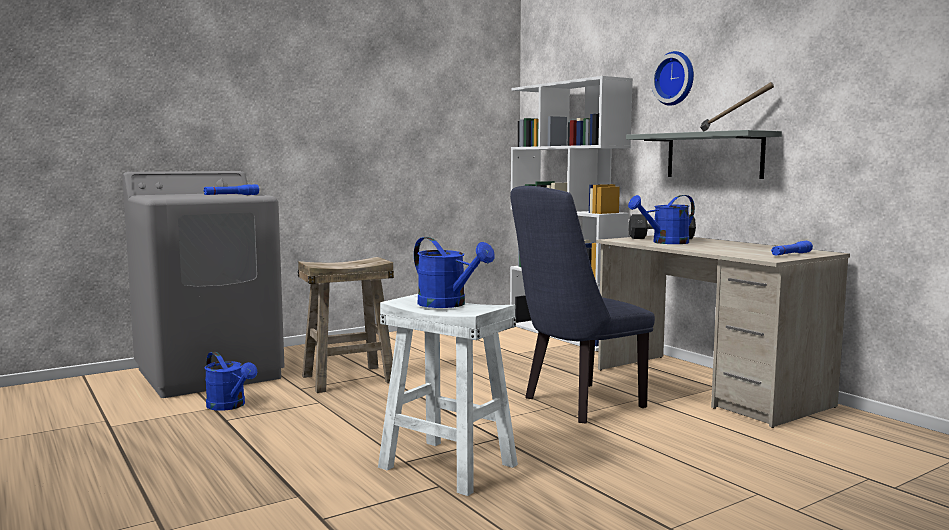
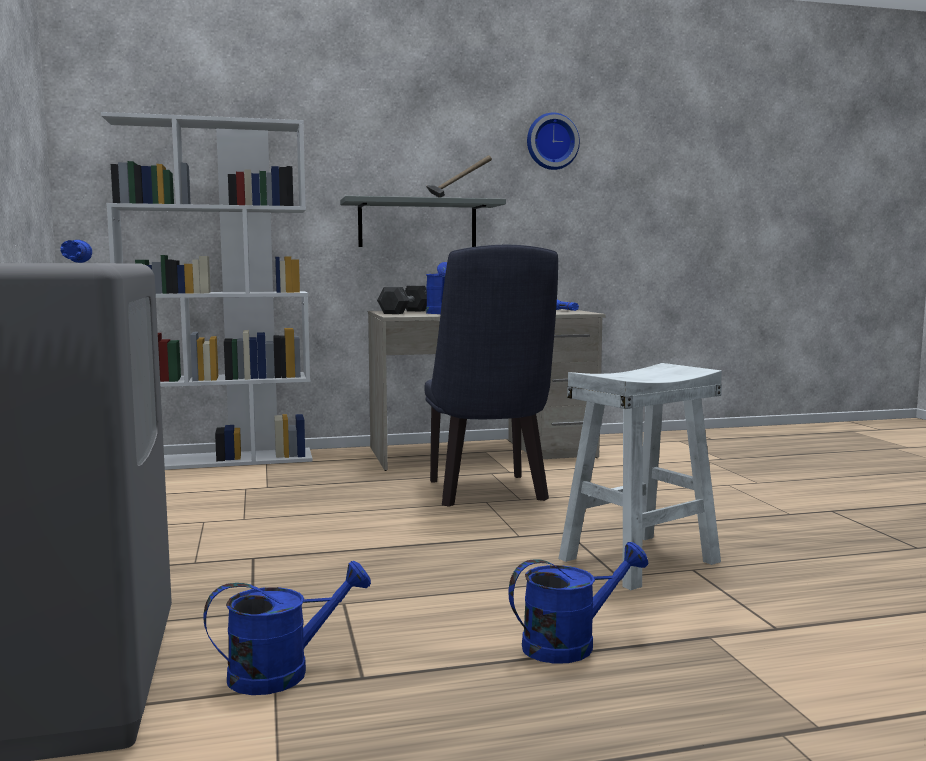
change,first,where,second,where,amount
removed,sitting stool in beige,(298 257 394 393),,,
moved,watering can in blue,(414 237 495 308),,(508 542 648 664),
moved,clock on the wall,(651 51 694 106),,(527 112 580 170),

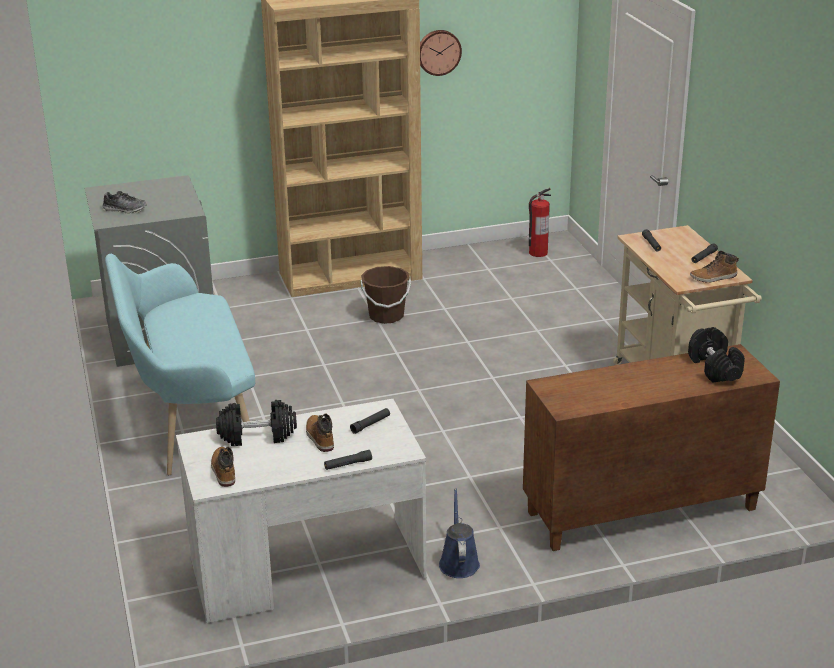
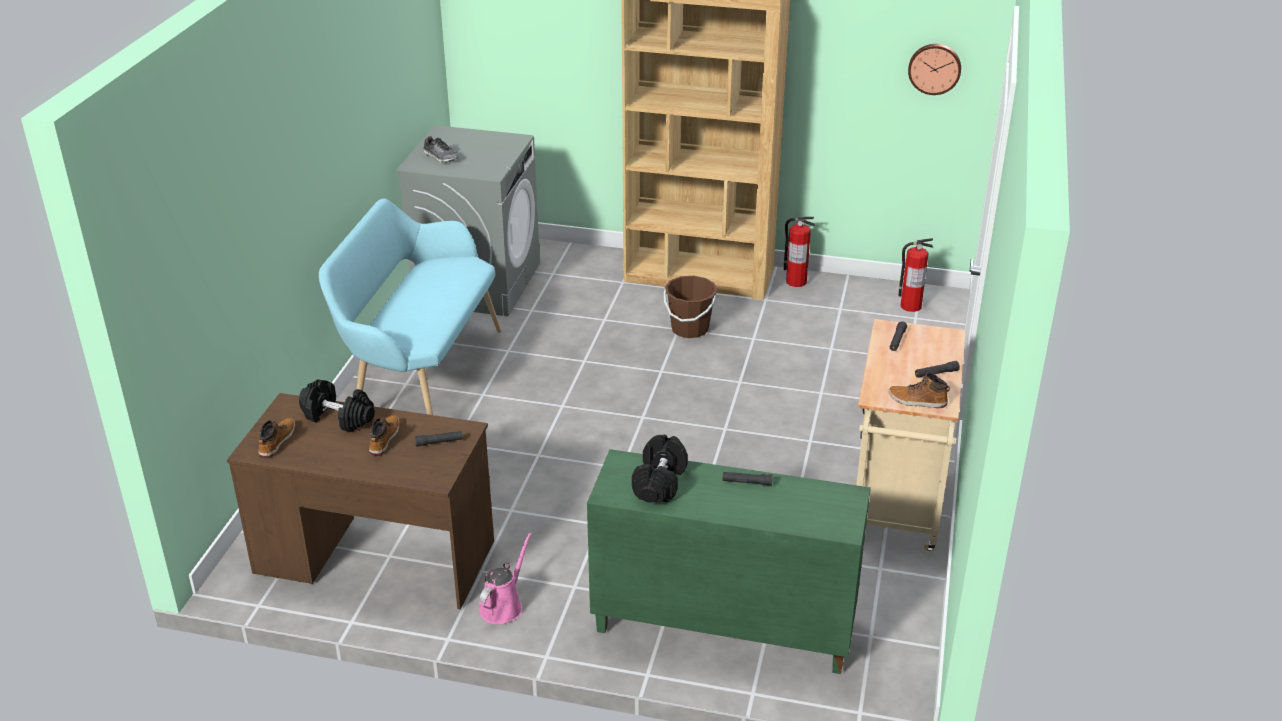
change,first,where,second,where,amount
added,,,fire extinguisher,(784 217 815 287),
moved,flashlight in black-coloured,(324 450 372 470),,(722 472 773 486),
moved,clock on the wall,(420 30 462 76),,(908 44 961 95),
moved,hand weight in black-coloured,(688 327 745 383),,(632 435 688 503),
recoloured,desk unit in white-coloured,(176 399 427 623),desk unit in brown-coloured,(227 393 494 610),
recoloured,watering can in blue,(439 488 480 578),watering can in pink,(479 533 532 624),
recoloured,storage cabinet in brown-coloured,(523 344 780 551),storage cabinet in greenish,(587 449 871 674),

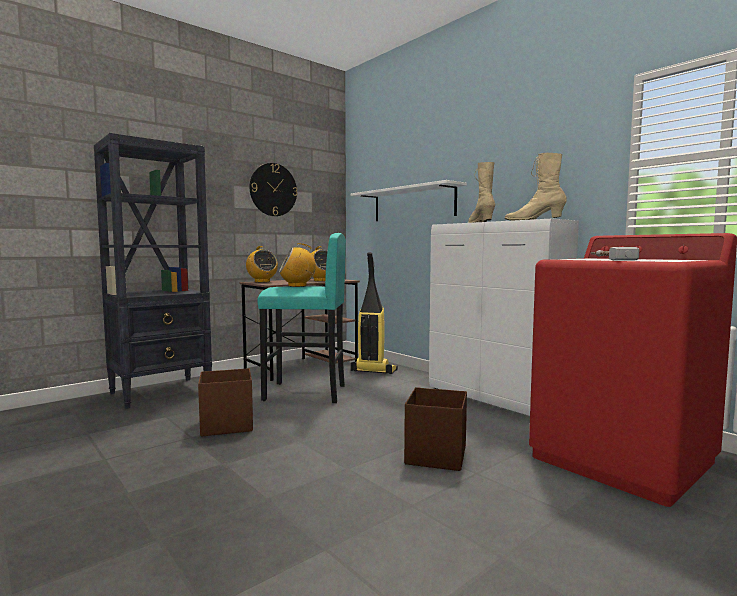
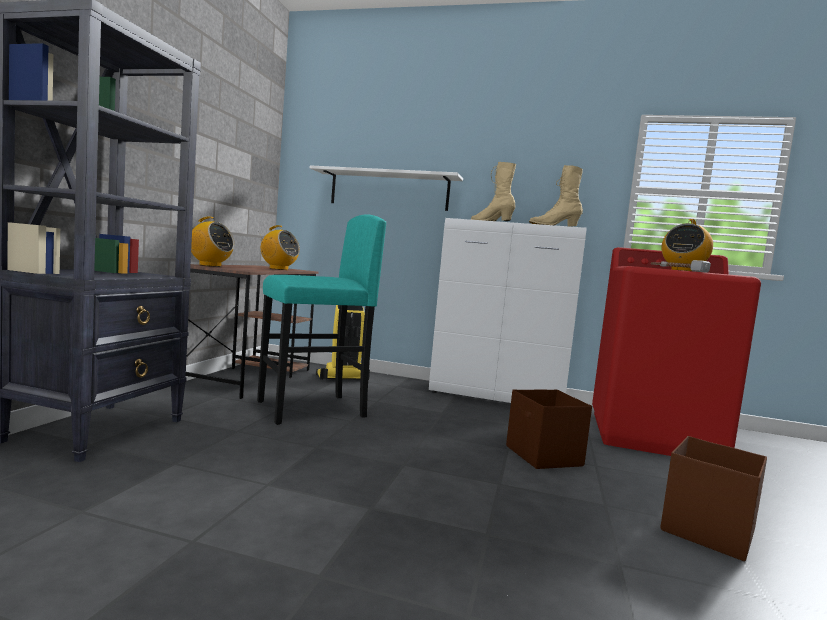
change,first,where,second,where,amount
removed,clock on the wall,(250 163 298 216),,,
moved,storage bin in brown-coloured,(198 368 253 437),,(660 436 767 561),
moved,radio,(279 243 316 287),,(661 219 713 272),

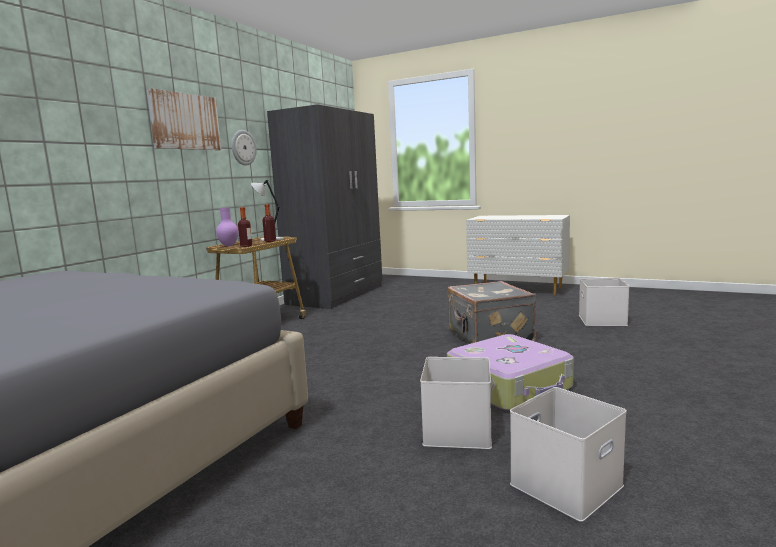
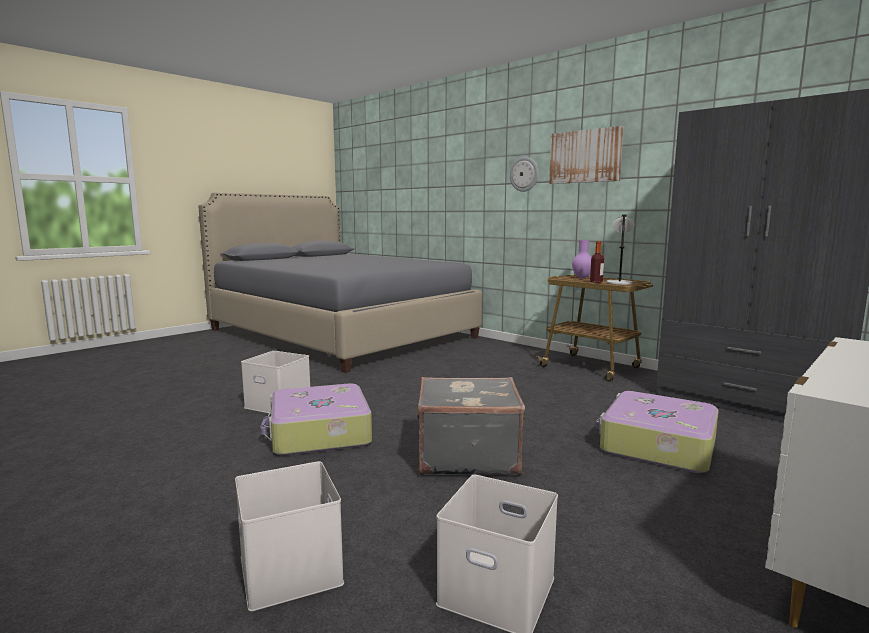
change,first,where,second,where,amount
removed,bottle,(238 207 252 247),,,
added,,,piece of luggage,(596 391 719 473),
moved,clock on the wall,(232 130 257 166),,(510 157 539 192),
moved,storage bin in white-coloured,(510 387 627 522),,(235 461 344 611),

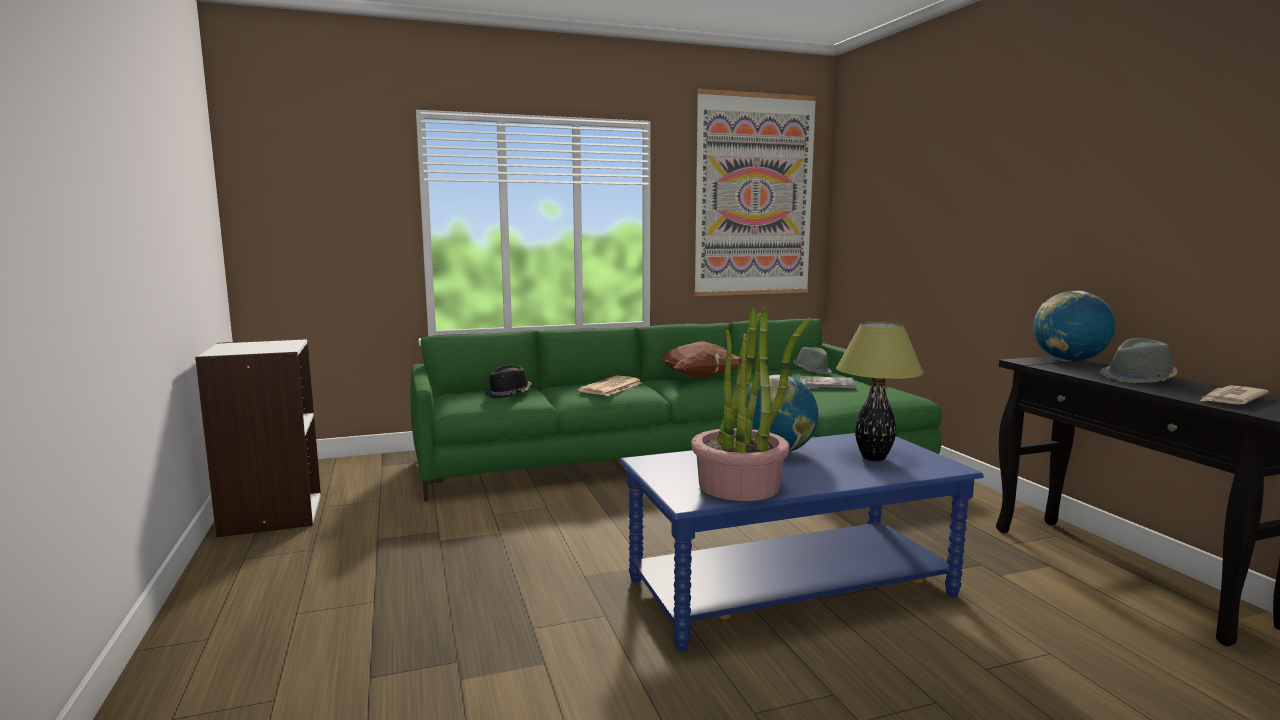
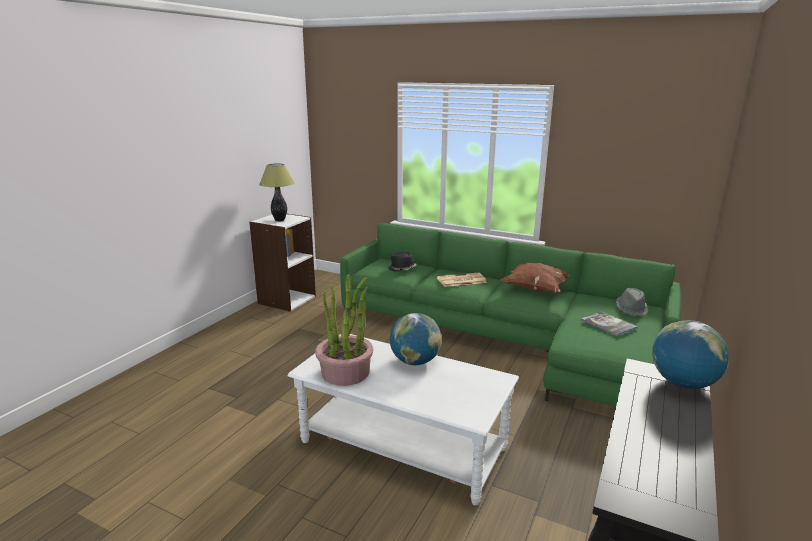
change,first,where,second,where,amount
removed,picture,(694 89 817 296),,,
removed,hat in grey,(1100 338 1178 383),,,
removed,printed paper,(1199 386 1269 405),,,
moved,tabletop lamp,(836 322 924 461),,(259 163 294 221),
recoloured,low table in blue,(619 433 984 651),low table in white-coloured,(288 334 519 506),

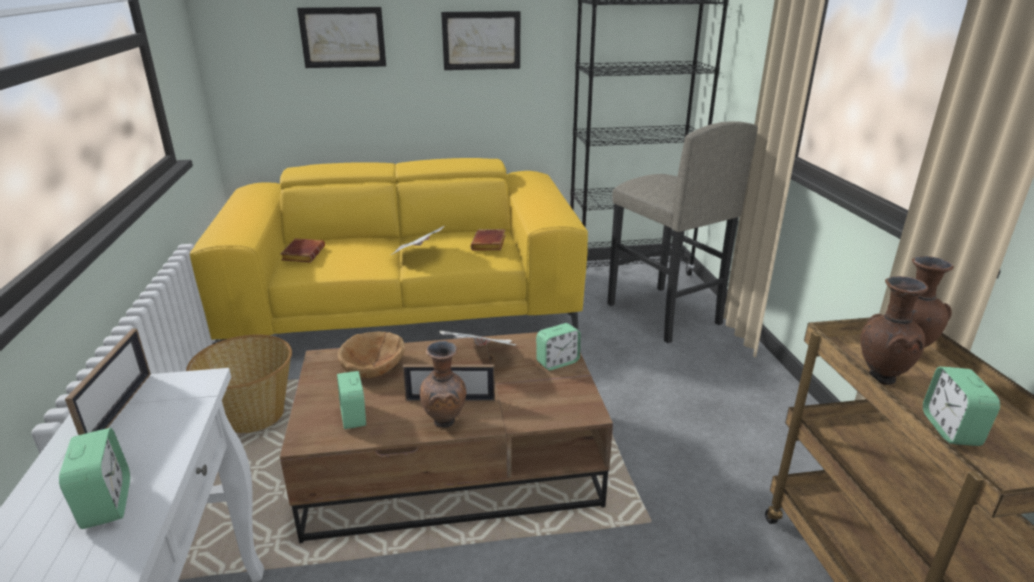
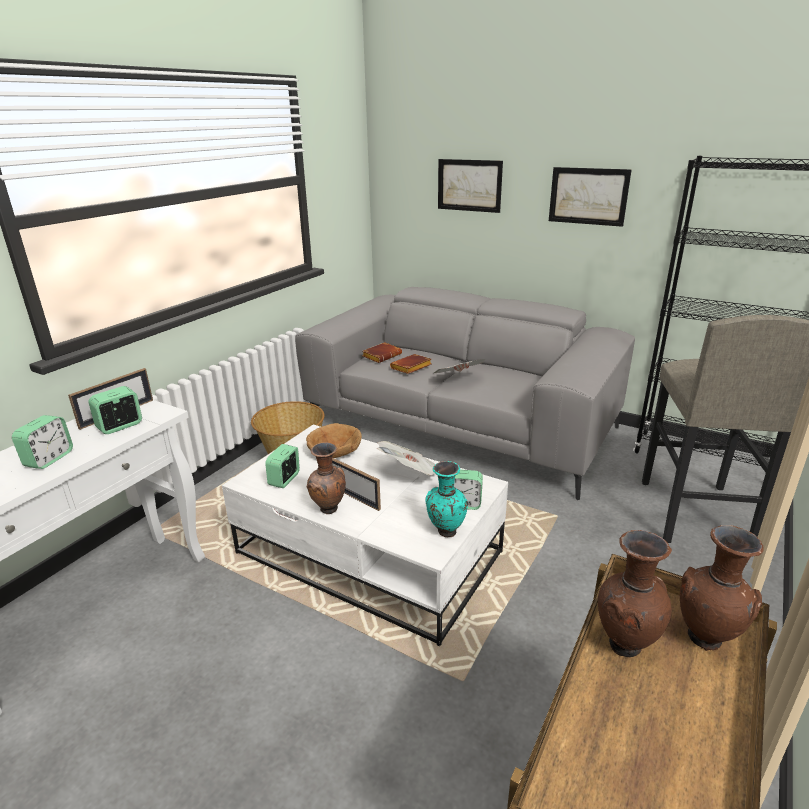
change,first,where,second,where,amount
added,,,vase in turquoise-coloured,(425 461 468 537),
moved,bound book in brown-coloured,(470 229 506 251),,(390 354 432 374),
moved,alarm clock,(923 367 1000 446),,(88 386 142 434),
recoloured,settee in yellow-coloured,(190 158 588 342),settee in grey,(295 287 635 500),
recoloured,low table in brown-coloured,(280 332 613 543),low table in white-coloured,(222 425 508 647),

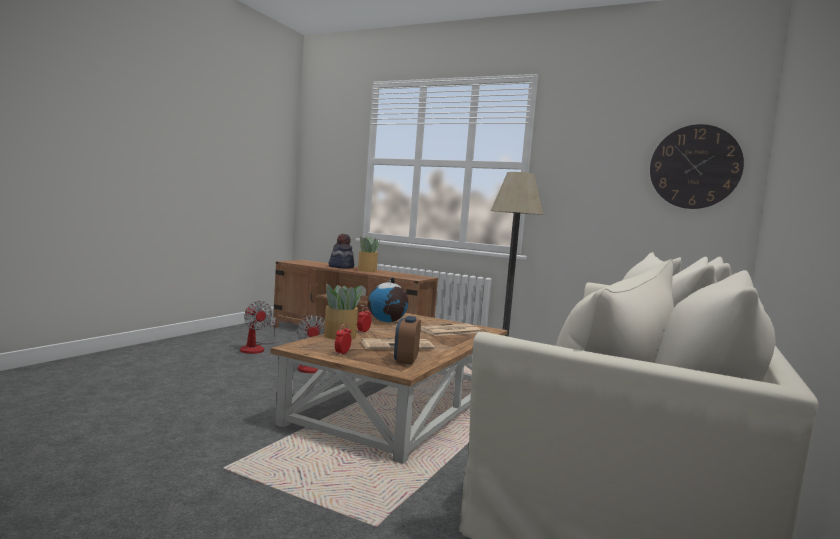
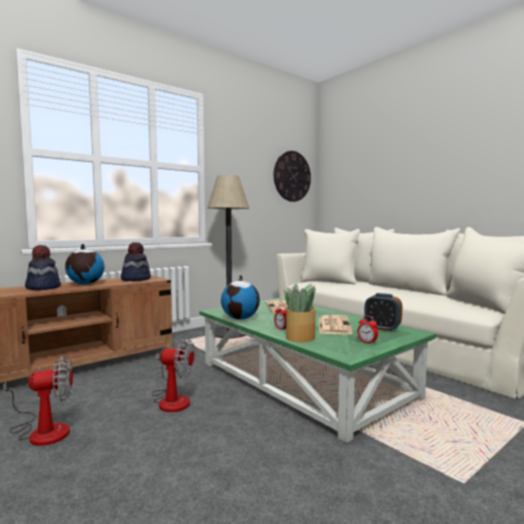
change,first,where,second,where,amount
added,,,hat,(121 242 151 281),
replaced,plant in a pot,(358 236 380 272),world globe,(65 244 105 284),
recoloured,low table in brown-coloured,(270 313 507 464),low table in greenish,(199 298 436 443),

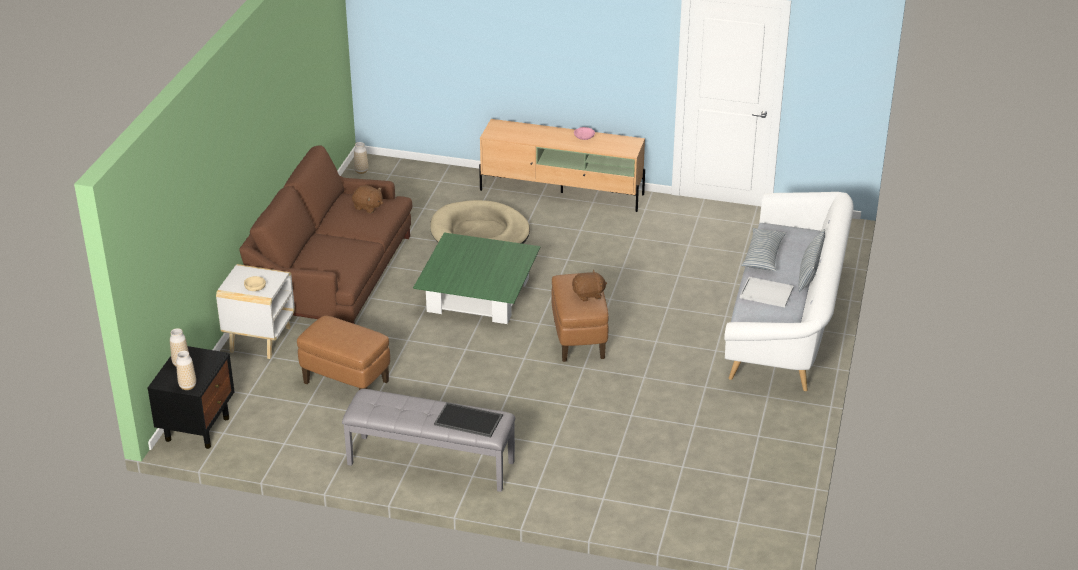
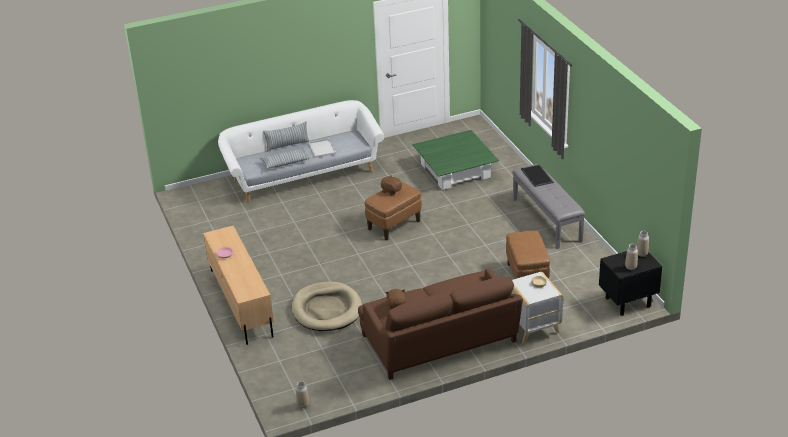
change,first,where,second,where,amount
moved,low table in greenish,(413 233 541 324),,(412 130 499 190),

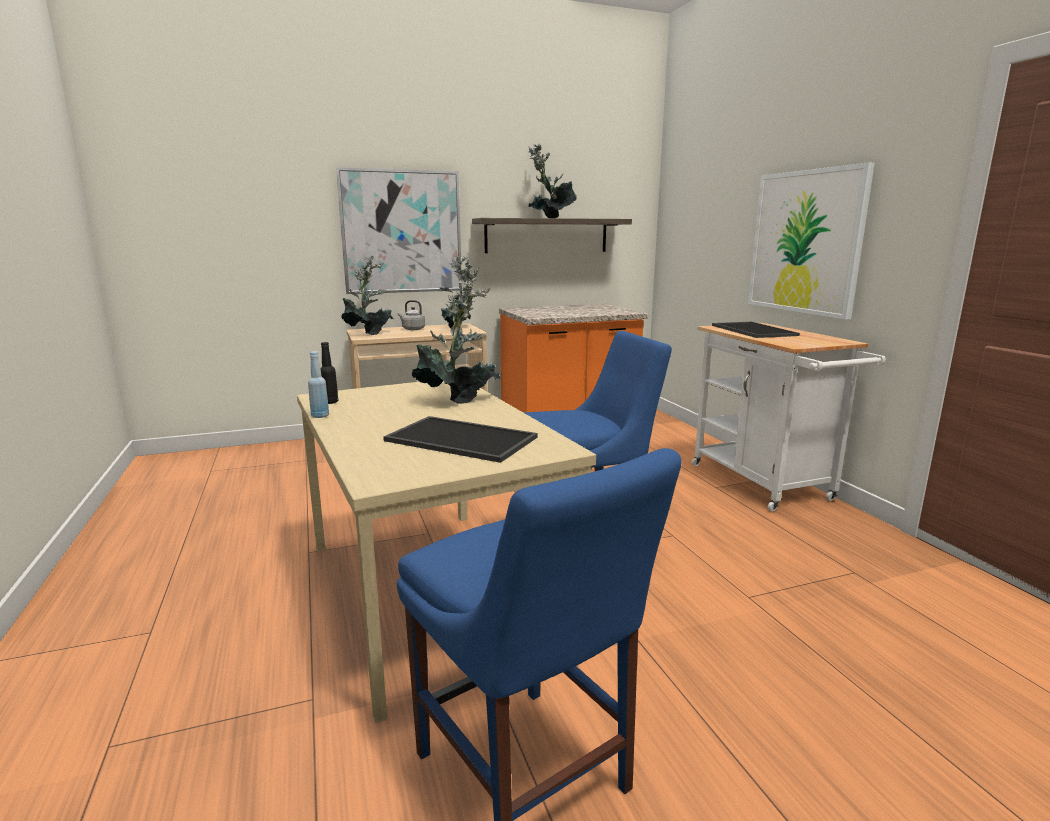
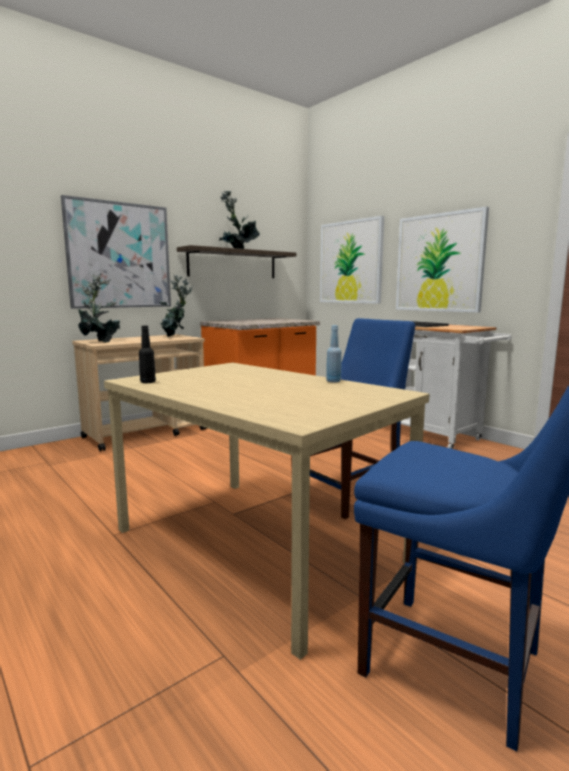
change,first,where,second,where,amount
removed,carrying tray,(383 416 538 463),,,
removed,kettle in grey,(398 300 425 330),,,
removed,plant in a pot,(412 278 501 404),,,
added,,,picture,(320 216 384 303),
moved,bottle in blue,(308 351 329 418),,(326 325 342 382),

